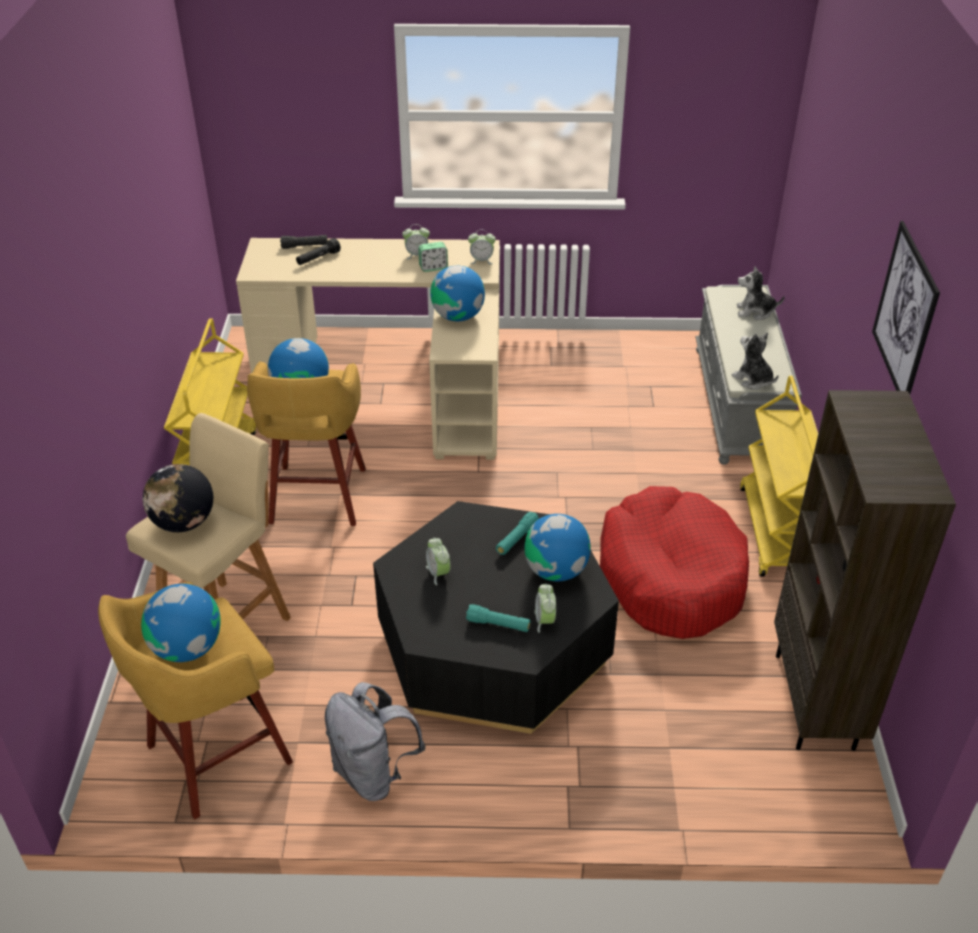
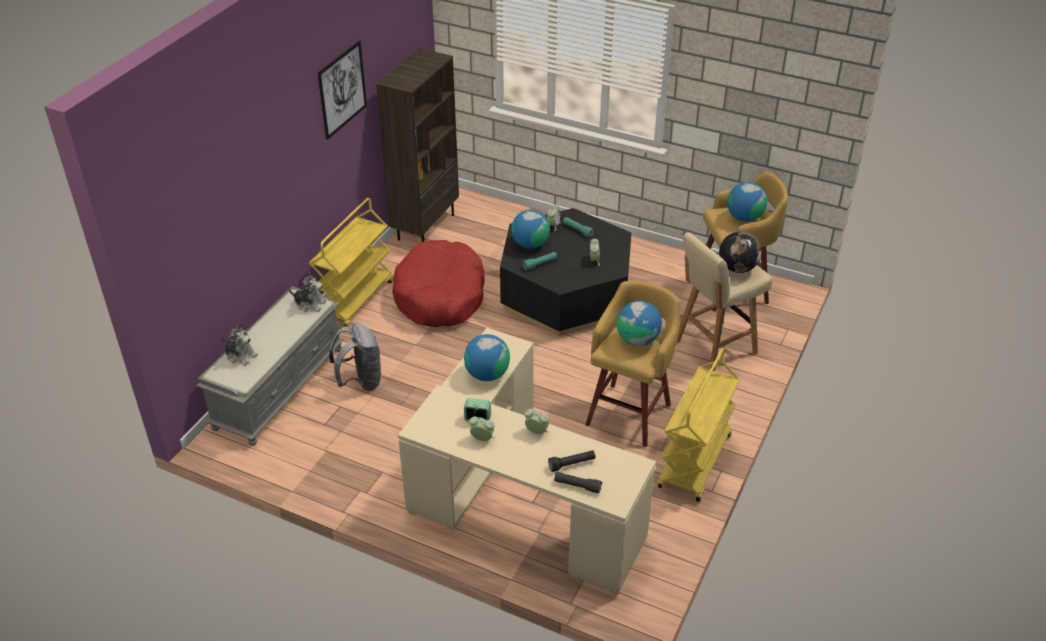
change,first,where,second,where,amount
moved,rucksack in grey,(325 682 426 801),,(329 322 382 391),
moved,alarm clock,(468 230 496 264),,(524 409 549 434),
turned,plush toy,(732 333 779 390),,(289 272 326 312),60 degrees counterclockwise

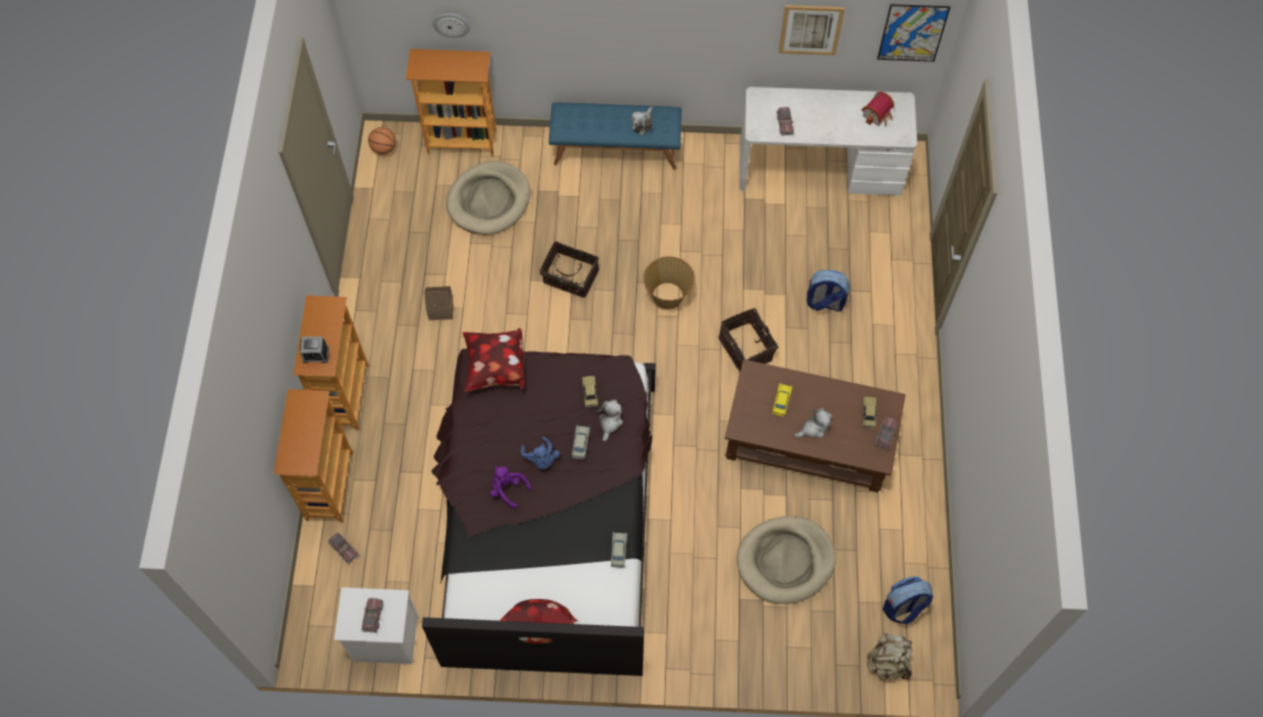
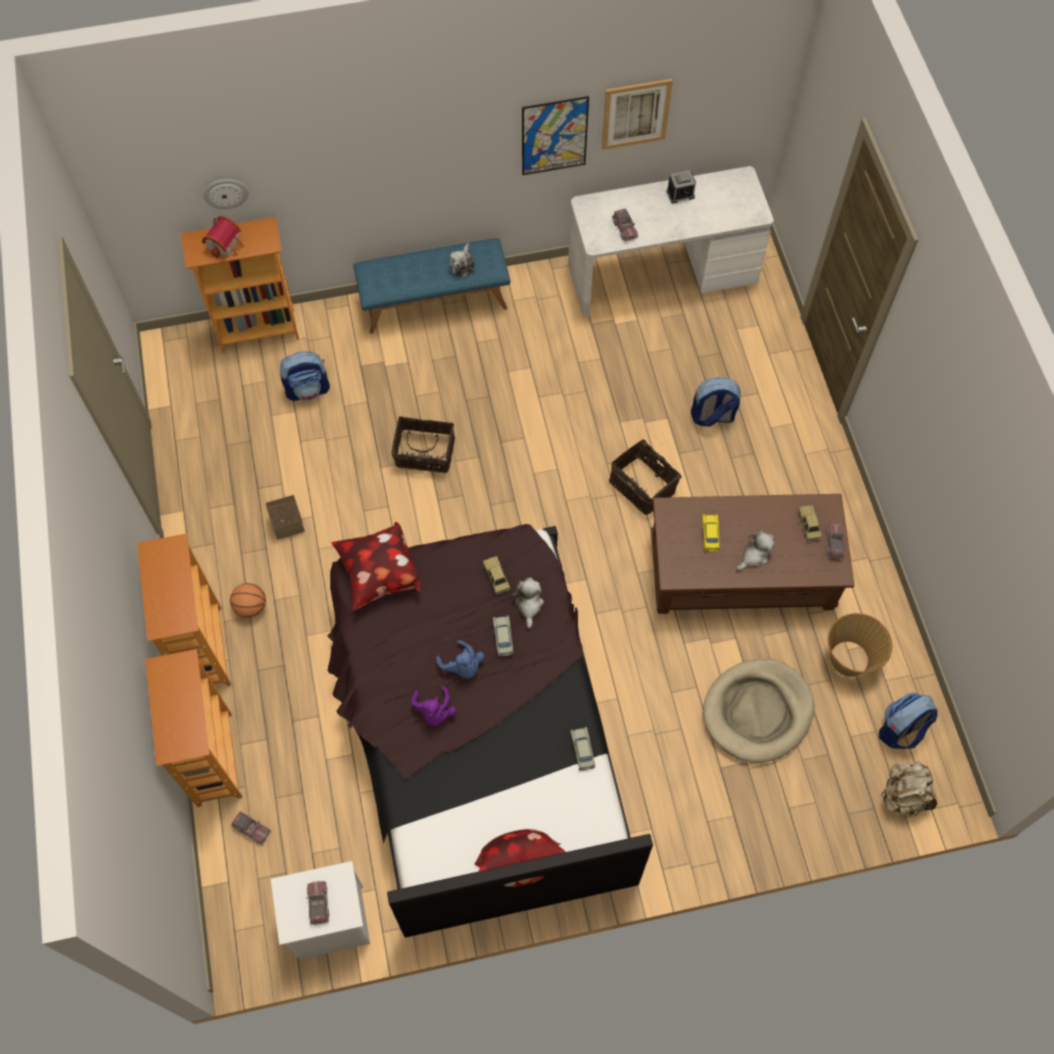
change,first,where,second,where,amount
moved,alarm clock,(299 336 329 363),,(666 170 696 203),
moved,basketball,(368 127 396 155),,(230 583 266 618),
moved,household basket,(643 256 695 309),,(828 613 892 677),
moved,model house,(861 92 894 126),,(202 216 243 259),
moved,picture,(877 4 950 62),,(522 96 589 175),
replaced,pet bed in beige,(446 161 530 234),rucksack,(280 351 330 401),
turned,plush toy in purple,(490 466 531 509),,(411 686 457 726),120 degrees counterclockwise

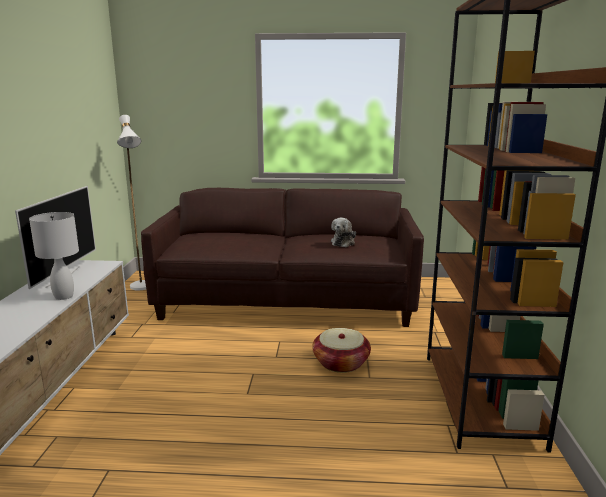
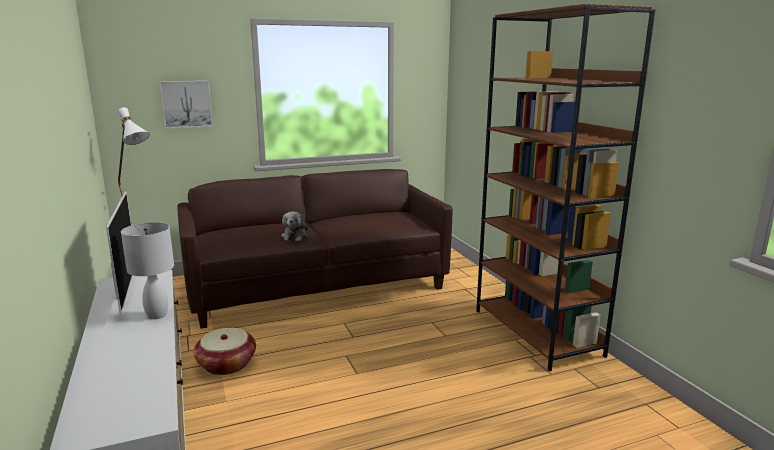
change,first,where,second,where,amount
added,,,picture,(160 81 213 129),
moved,household basket,(312 328 371 373),,(193 328 256 375),
moved,plush toy,(331 218 356 247),,(281 211 308 241),

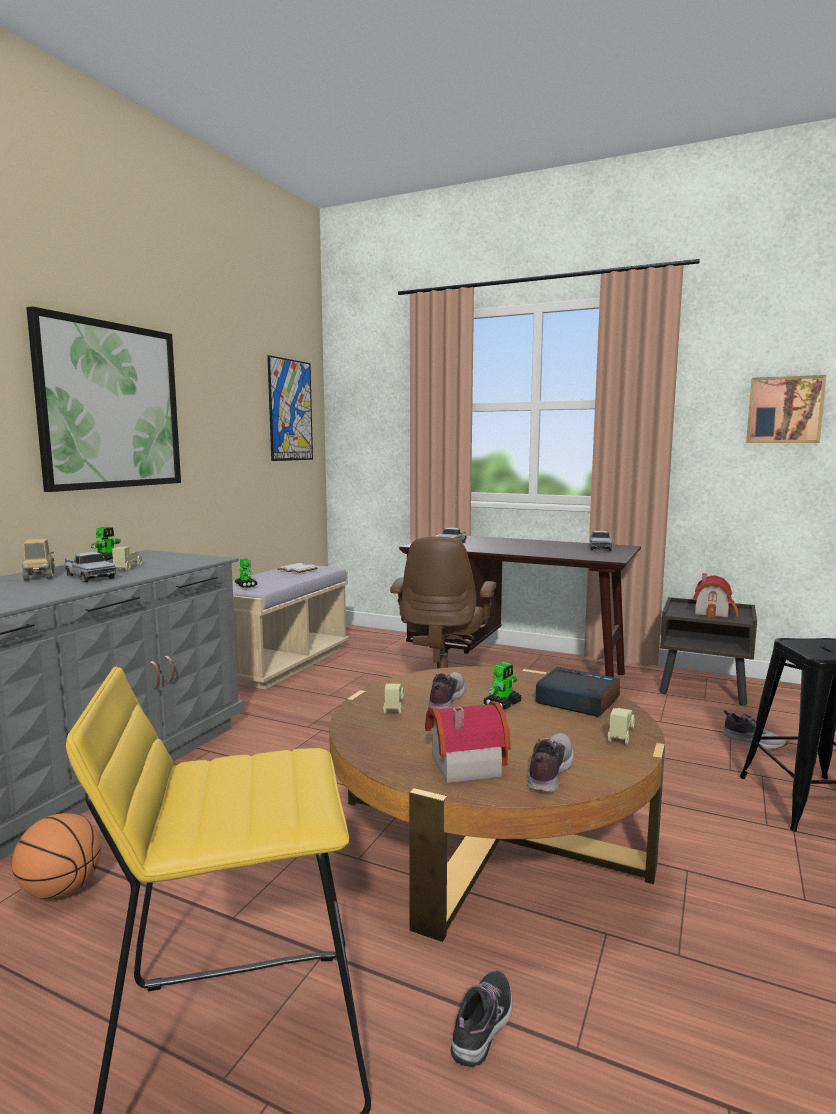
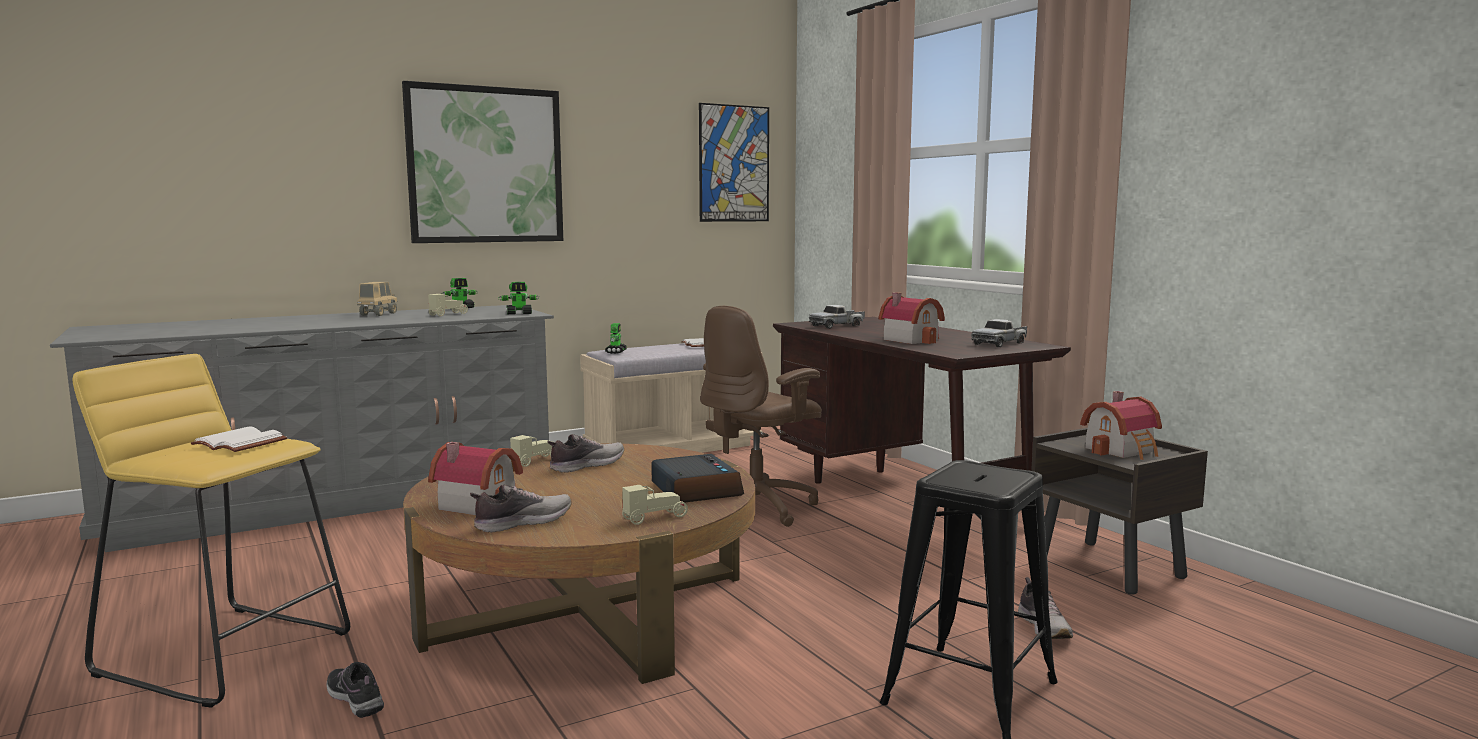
change,first,where,second,where,amount
removed,basketball,(12 813 102 899),,,
removed,toy lorry,(65 552 116 582),,,
removed,picture,(746 375 826 443),,,
added,,,bound book in white-coloured,(191 426 287 452),
added,,,model house,(879 293 945 344),
moved,model robot,(483 662 522 710),,(499 282 539 314),
turned,item of footwear,(451 971 513 1067),,(327 662 384 718),105 degrees counterclockwise

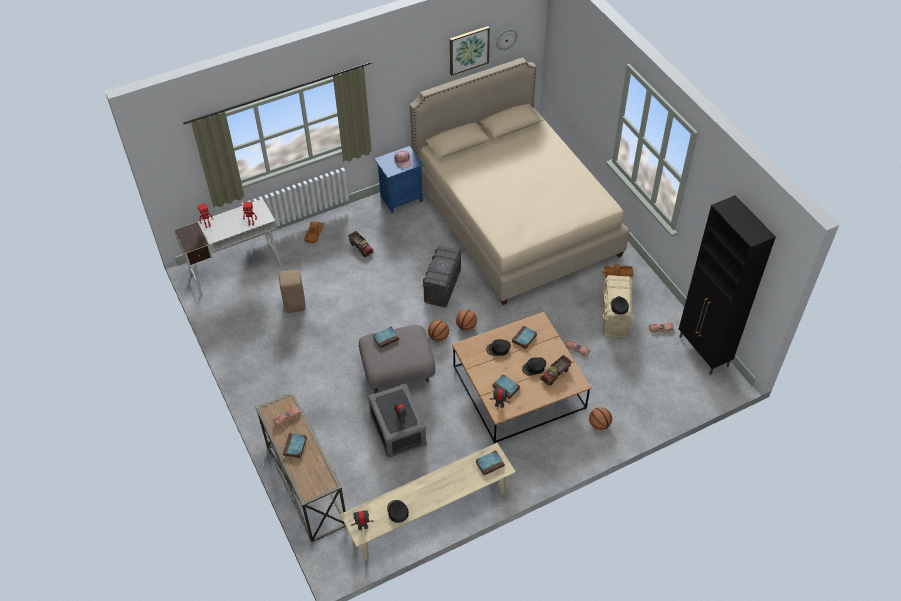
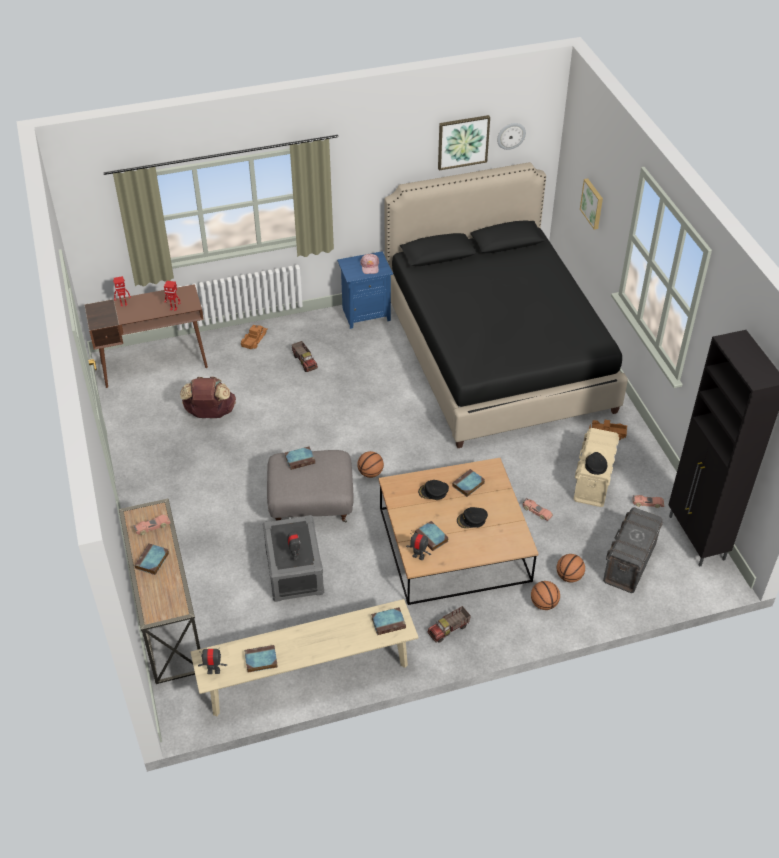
change,first,where,second,where,amount
added,,,picture,(580 179 603 230),
moved,storage bin in grey,(422 245 462 307),,(603 507 663 593),
moved,basketball,(456 309 477 331),,(556 554 585 583),
moved,toy lorry,(540 355 572 386),,(428 606 471 643),
replaced,sitting stool in beige,(279 270 306 313),rucksack in brown-coloured,(180 377 236 418),
replaced,cap in black-coloured,(387 500 409 523),bound book,(244 645 278 673),
recoloured,desk unit in white-coloured,(174 199 282 295),desk unit in brown-coloured,(84 284 208 388),
recoloured,bedroom bed in beige,(410 58 629 305),bedroom bed in black-coloured,(385 162 628 448),

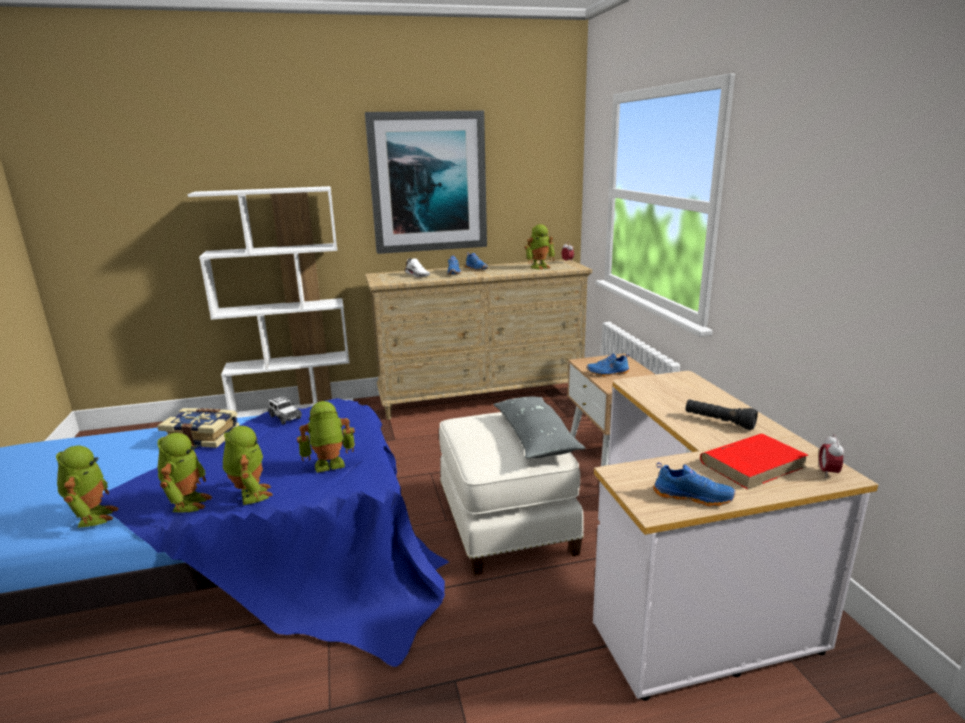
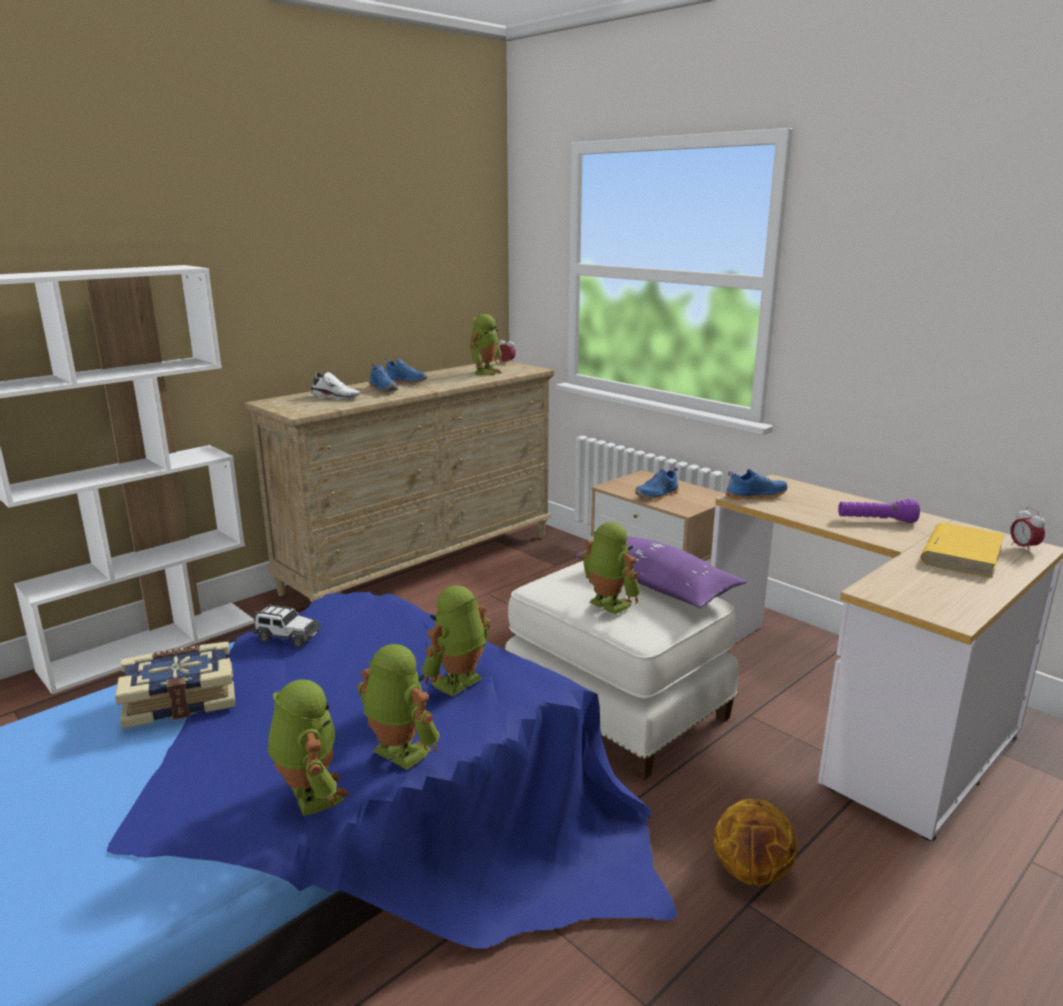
change,first,where,second,where,amount
removed,picture,(365 111 487 254),,,
added,,,basketball,(713 799 798 886),
moved,model robot,(56 446 119 528),,(581 522 640 614),
moved,item of footwear in blue,(653 462 736 507),,(725 469 788 500),
recoloured,throw pillow in grey,(493 396 586 458),throw pillow in purple,(576 536 747 608),
recoloured,flashlight in black-coloured,(686 399 758 430),flashlight in purple,(838 499 920 523),
recoloured,bound book in reddish,(700 434 809 490),bound book in yellow-coloured,(920 523 1004 578),

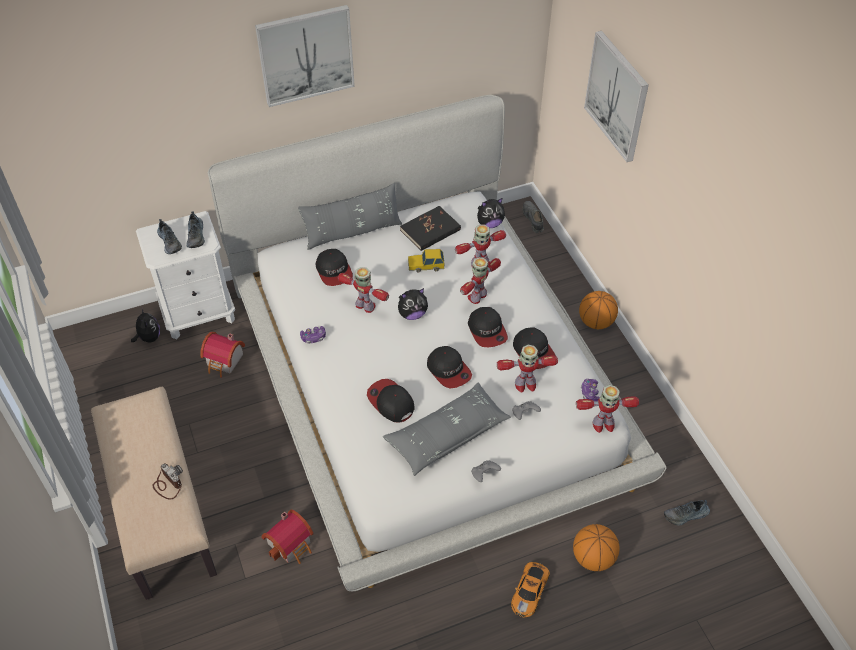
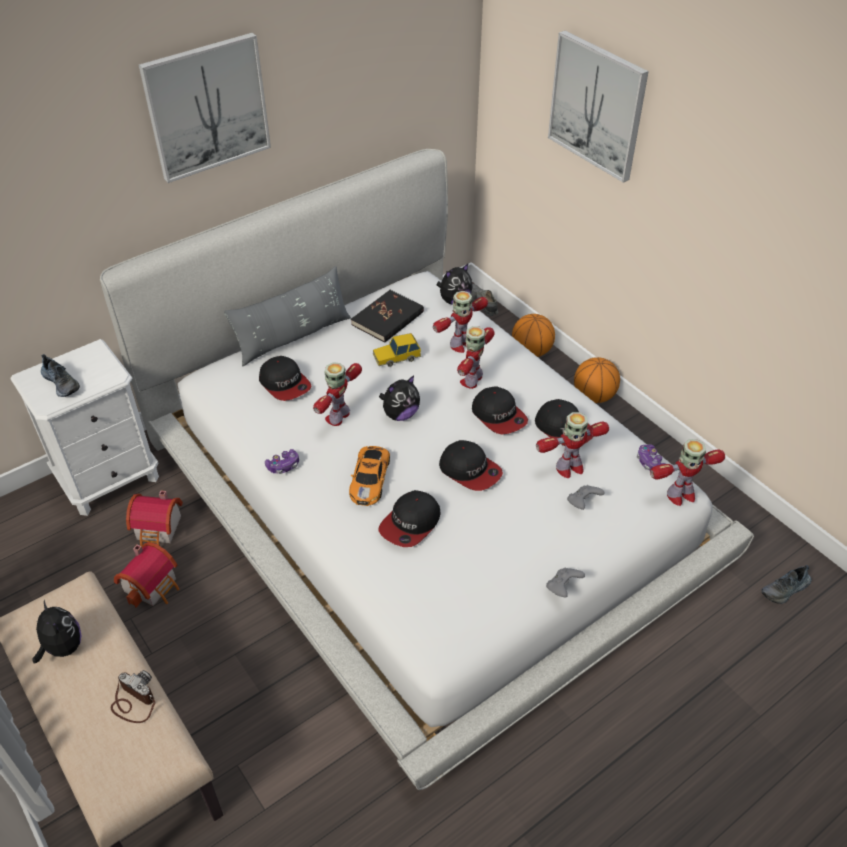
change,first,where,second,where,amount
removed,item of footwear,(186 212 205 248),,,
removed,throw pillow in grey,(383 382 511 476),,,
moved,plush toy,(131 307 160 343),,(32 600 81 664),
moved,model house,(261 509 313 564),,(114 542 180 607),
moved,miniature car,(511 562 550 618),,(349 446 390 506),
moved,basketball,(573 524 620 571),,(512 314 555 357),
turned,model robot,(338 267 389 313),,(313 362 362 426),75 degrees counterclockwise
turned,cap,(367 379 414 423),,(378 490 440 547),90 degrees counterclockwise

